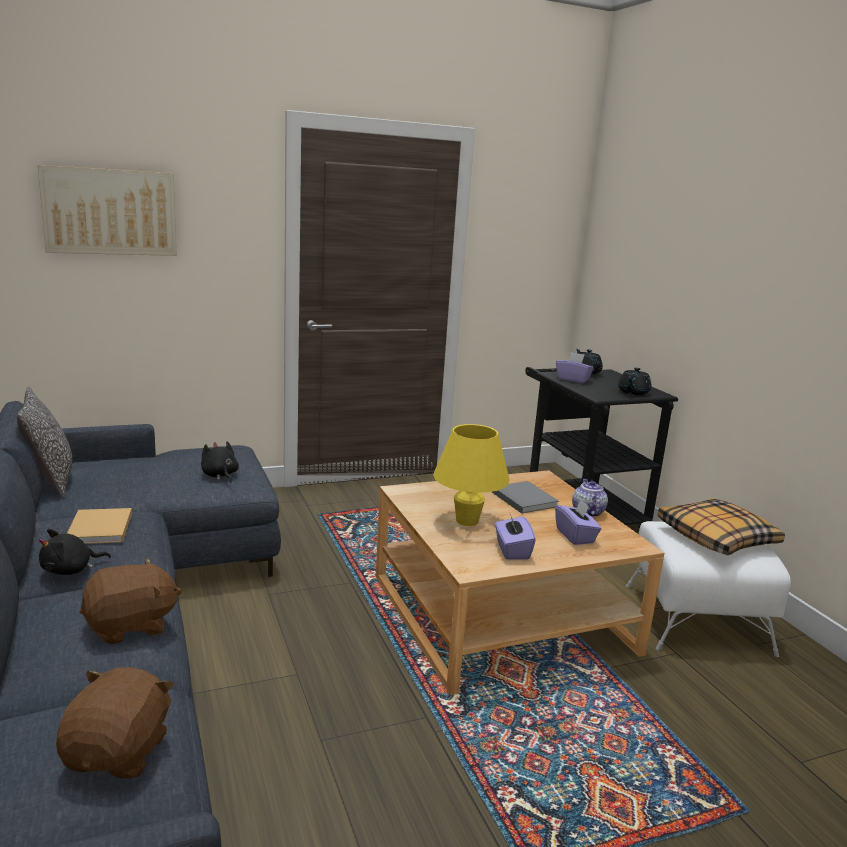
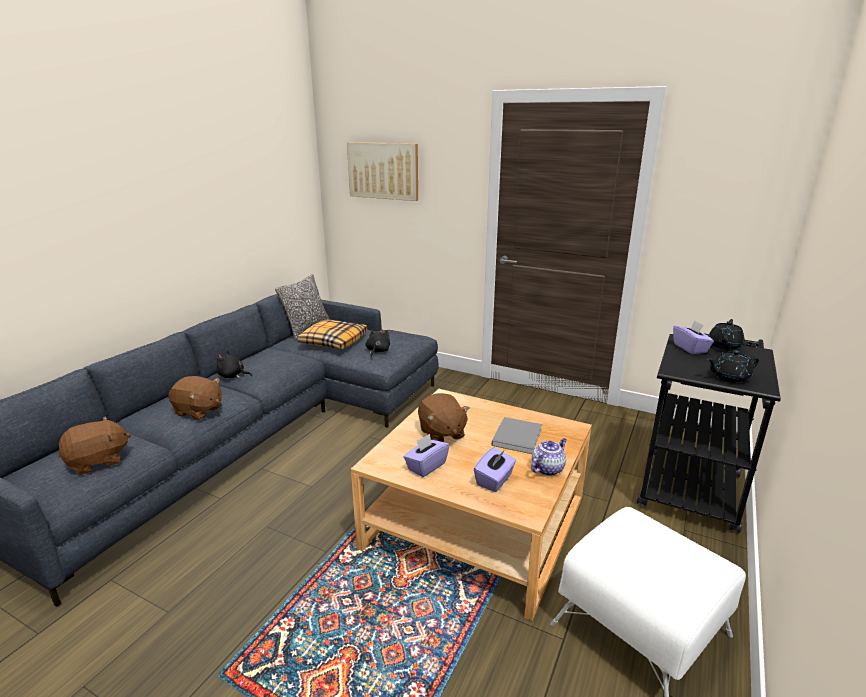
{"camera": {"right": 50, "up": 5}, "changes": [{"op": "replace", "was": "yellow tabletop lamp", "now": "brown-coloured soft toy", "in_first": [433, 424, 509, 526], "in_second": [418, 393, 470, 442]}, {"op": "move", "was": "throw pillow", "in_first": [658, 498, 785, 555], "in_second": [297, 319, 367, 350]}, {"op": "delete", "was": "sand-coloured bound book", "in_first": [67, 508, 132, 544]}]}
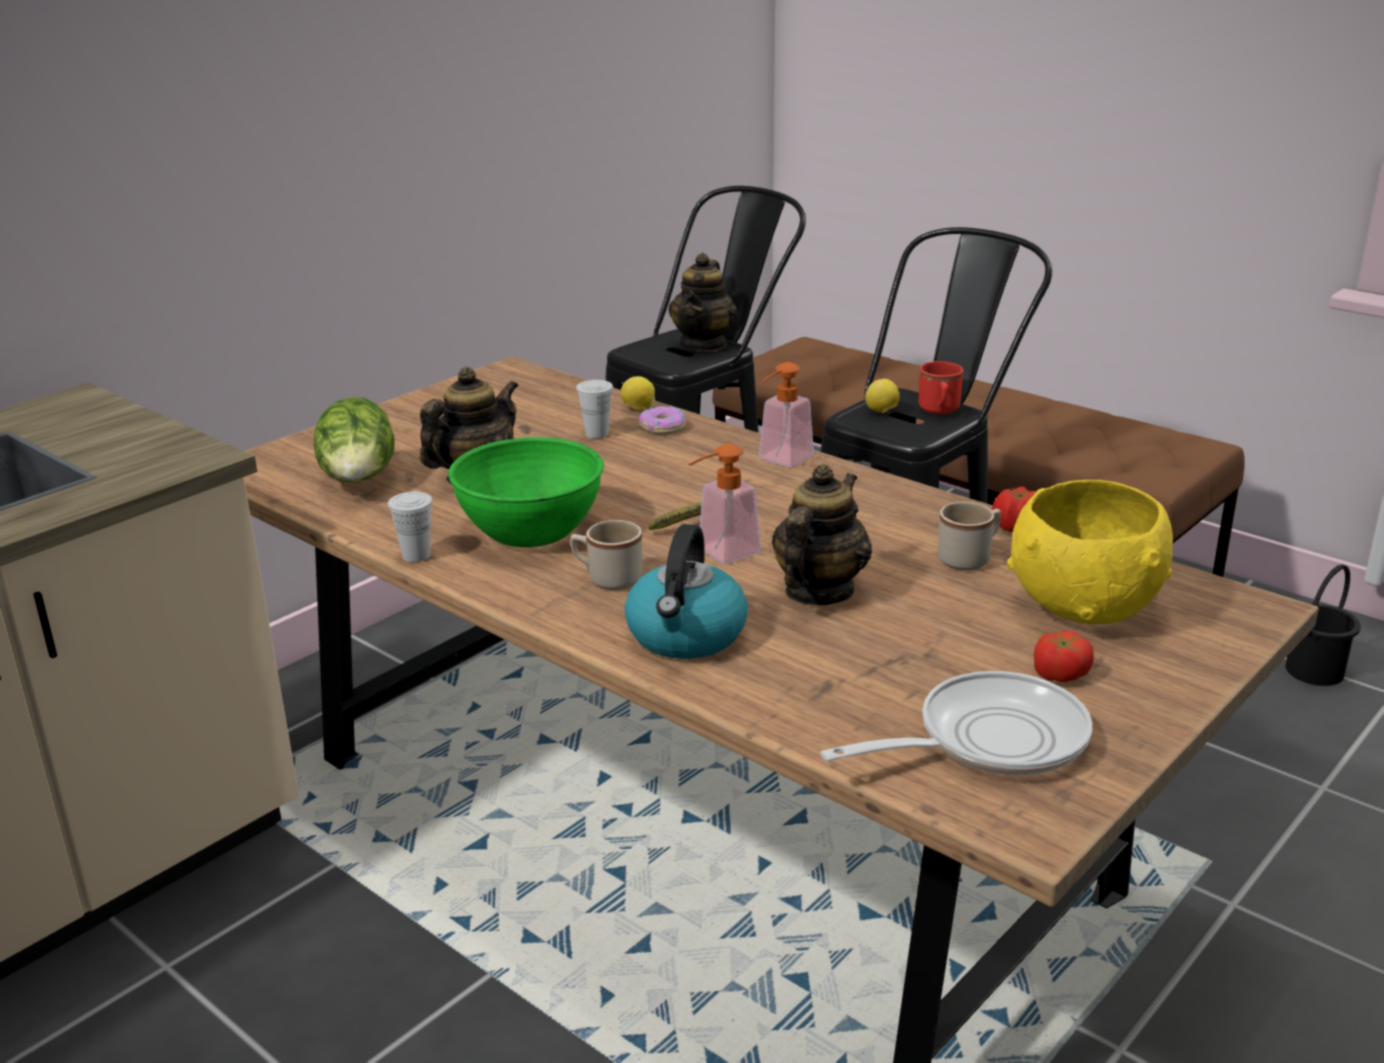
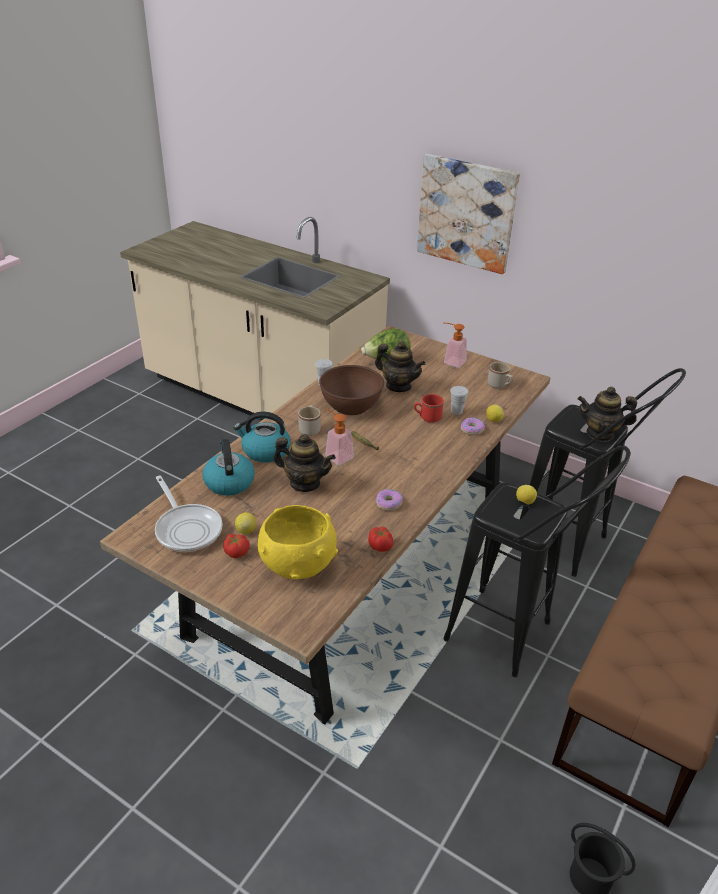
{"camera": {"right": 80, "up": 10}, "changes": [{"op": "move", "was": "red-coloured coffee mug", "in_first": [919, 361, 963, 414], "in_second": [414, 394, 444, 423]}, {"op": "move", "was": "soap bottle", "in_first": [759, 362, 814, 467], "in_second": [443, 322, 467, 368]}, {"op": "recolor", "was": "green-coloured bowl", "now": "brown-coloured bowl", "in_first": [448, 437, 604, 547], "in_second": [319, 365, 384, 415]}, {"op": "move", "was": "sand-coloured coffee mug", "in_first": [938, 502, 1001, 571], "in_second": [488, 362, 513, 389]}, {"op": "insert", "now": "picture", "in_second": [417, 154, 520, 274]}, {"op": "insert", "now": "water kettle", "in_second": [202, 439, 255, 496]}, {"op": "insert", "now": "donut", "in_second": [376, 489, 403, 511]}, {"op": "insert", "now": "whole lemon", "in_second": [235, 512, 257, 534]}]}
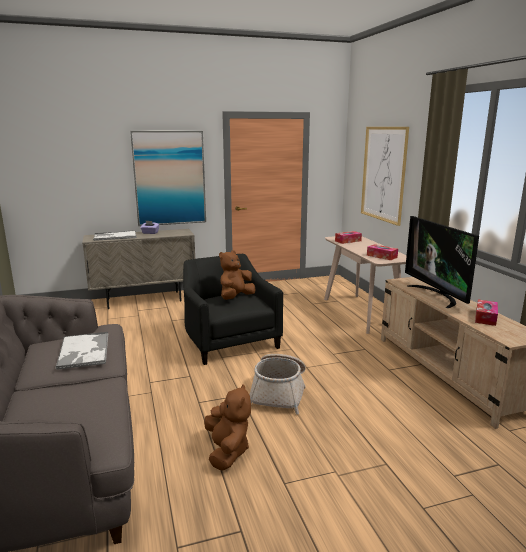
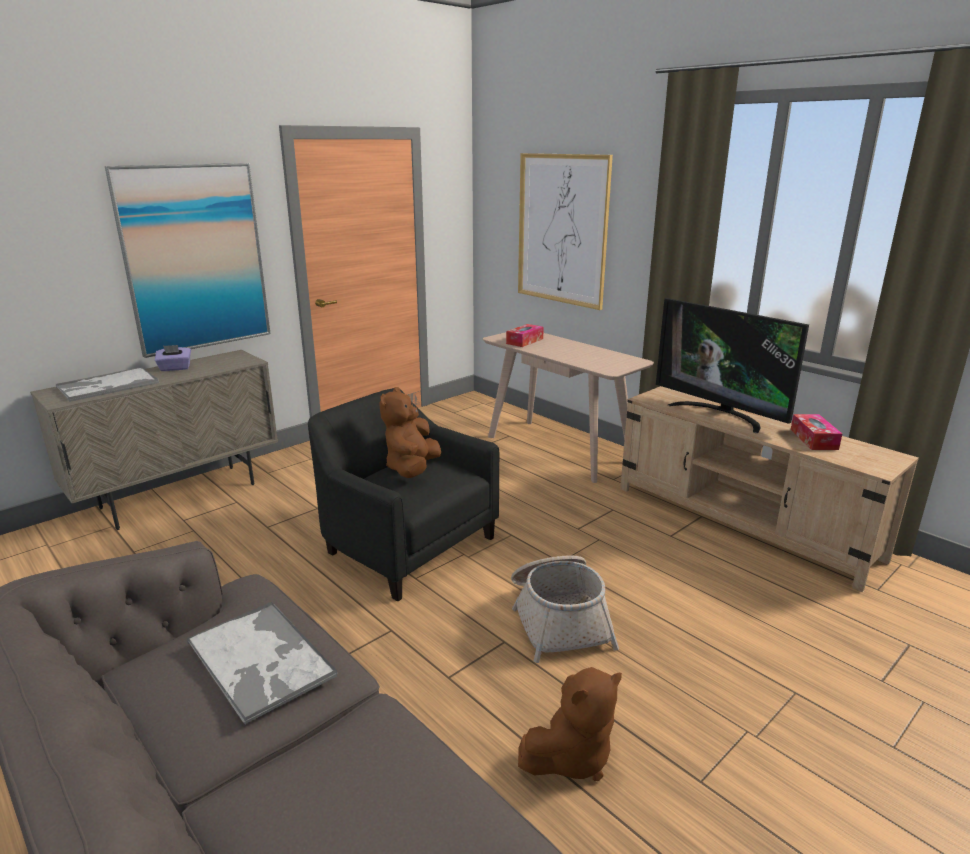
{"camera": {"right": -25, "up": 5}, "changes": [{"op": "delete", "was": "box of tissues", "in_first": [367, 244, 398, 260]}, {"op": "rotate", "was": "brown-coloured soft toy", "in_first": [204, 384, 251, 471], "in_second": [518, 667, 622, 781], "clockwise": 90}]}
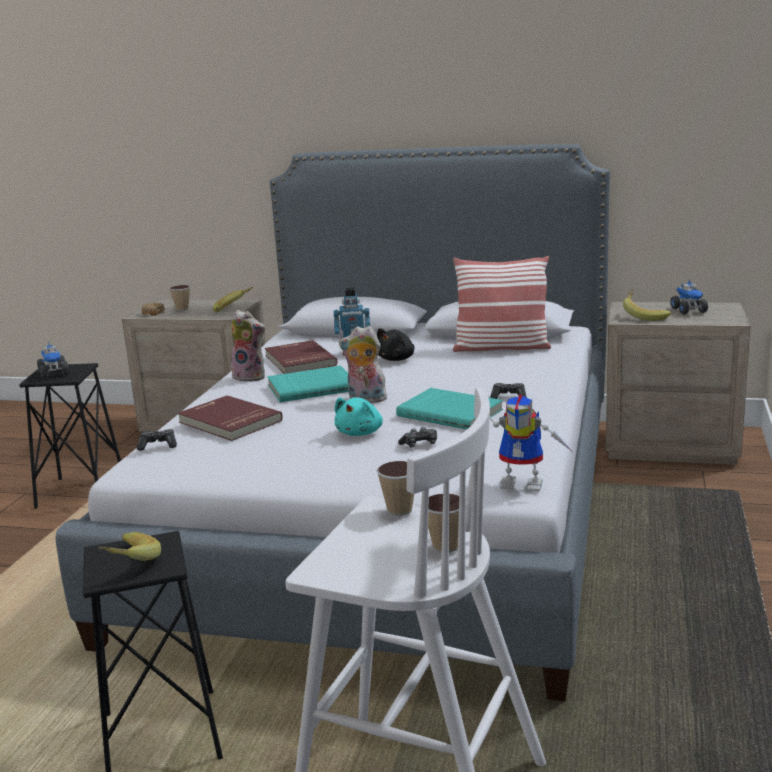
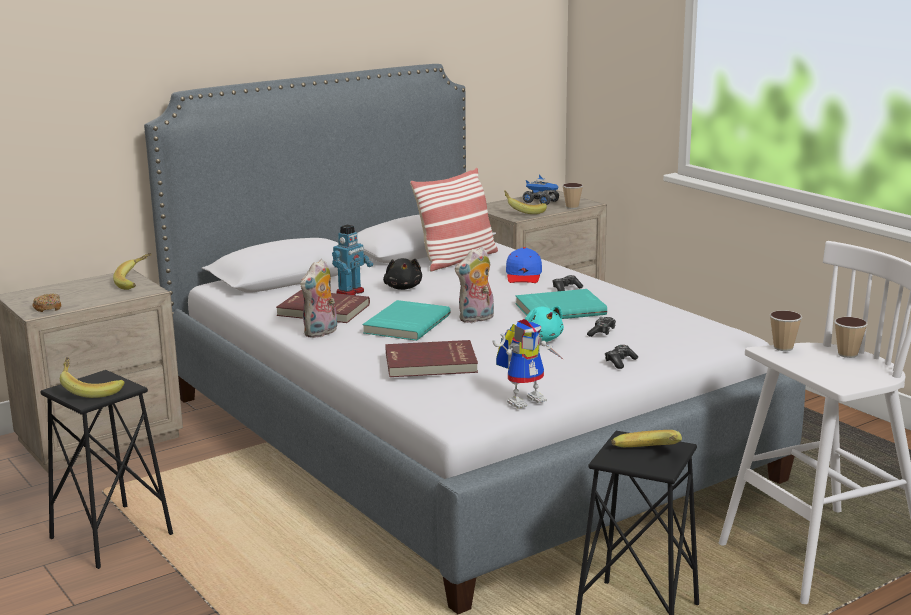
{"camera": {"right": -50, "up": 0}, "changes": [{"op": "move", "was": "cup", "in_first": [169, 285, 190, 311], "in_second": [562, 183, 583, 209]}, {"op": "rotate", "was": "soft toy", "in_first": [231, 310, 266, 382], "in_second": [300, 259, 337, 338], "clockwise": 150}, {"op": "replace", "was": "model truck", "now": "banana", "in_first": [37, 341, 69, 379], "in_second": [60, 357, 125, 398]}, {"op": "move", "was": "toy robot", "in_first": [490, 394, 574, 492], "in_second": [493, 319, 564, 409]}, {"op": "move", "was": "game controller", "in_first": [137, 429, 177, 451], "in_second": [605, 345, 638, 369]}, {"op": "insert", "now": "blue peaked cap", "in_second": [506, 247, 542, 283]}]}
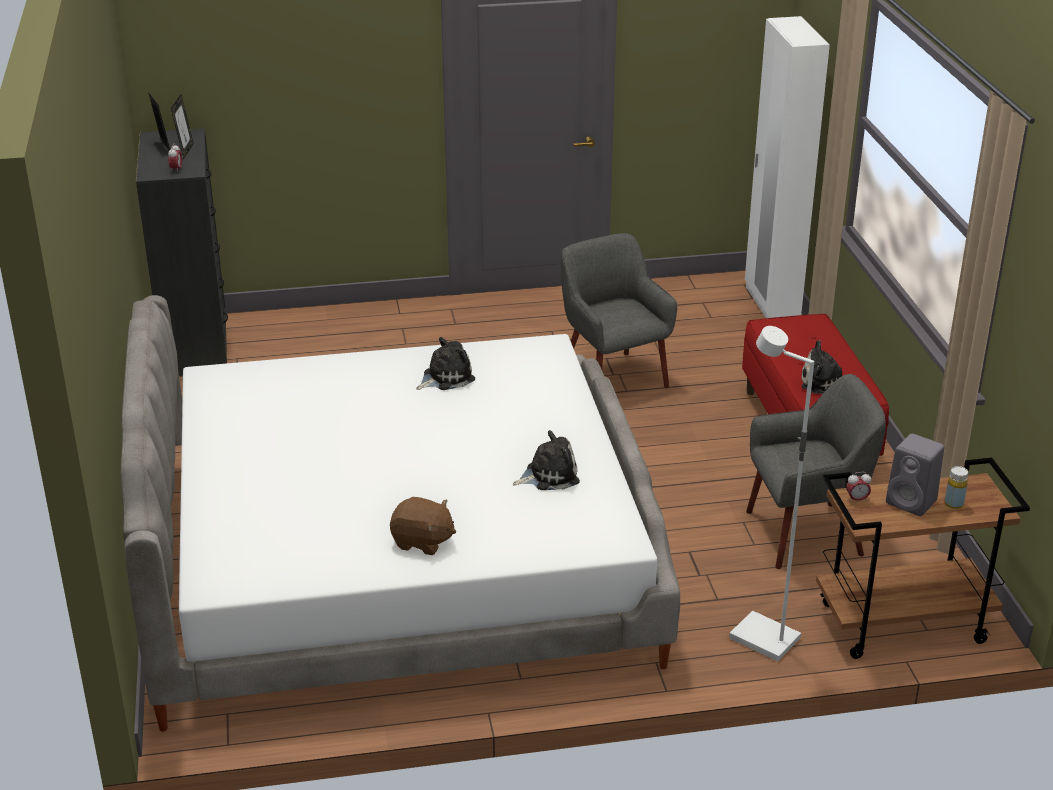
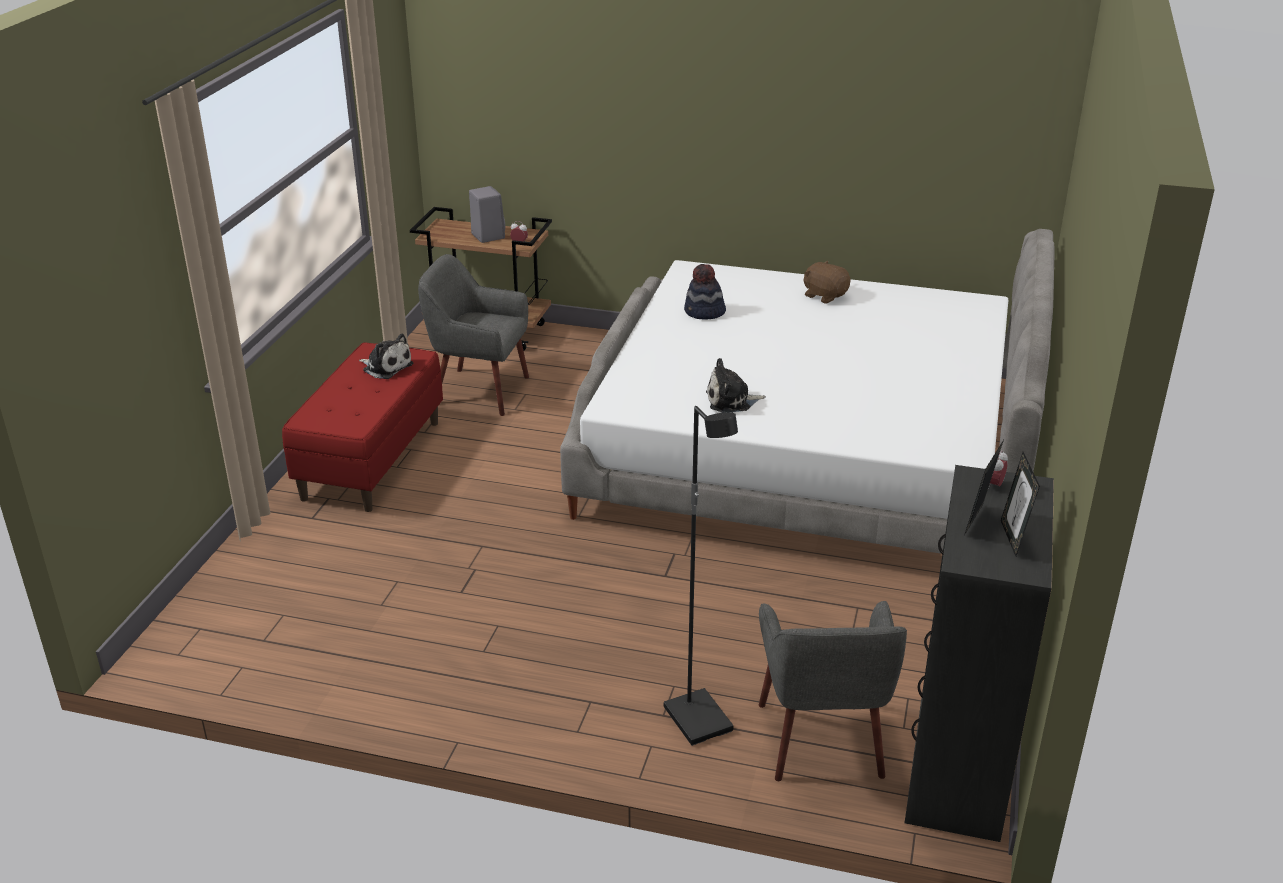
{"camera": {"right": -155, "up": 0}, "changes": [{"op": "delete", "was": "white-coloured clothes cupboard", "in_first": [745, 16, 830, 318]}, {"op": "move", "was": "grey armchair", "in_first": [561, 233, 677, 388], "in_second": [759, 601, 907, 781]}, {"op": "delete", "was": "white-coloured standard lamp", "in_first": [729, 326, 814, 661]}, {"op": "replace", "was": "soft toy", "now": "clothing hat", "in_first": [513, 430, 580, 490], "in_second": [684, 264, 726, 320]}, {"op": "delete", "was": "yellow beverage bottle", "in_first": [945, 466, 968, 509]}, {"op": "insert", "now": "black-coloured standard lamp", "in_second": [664, 406, 738, 746]}]}
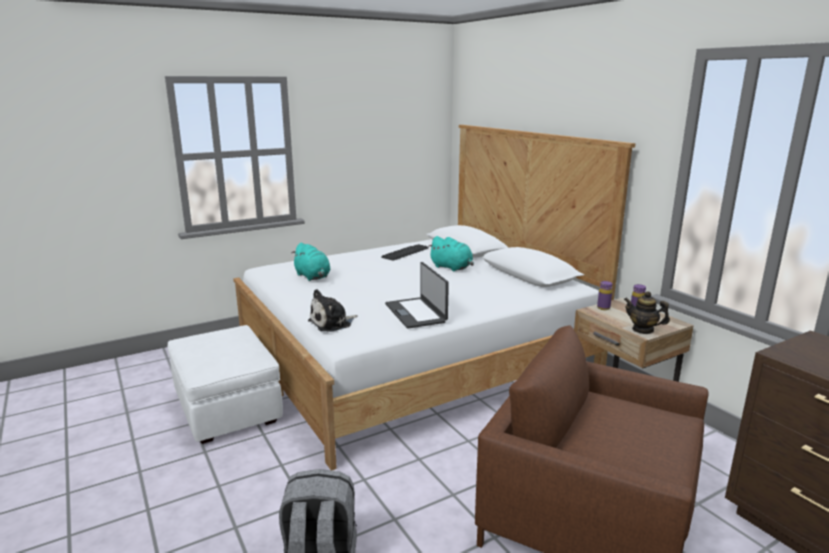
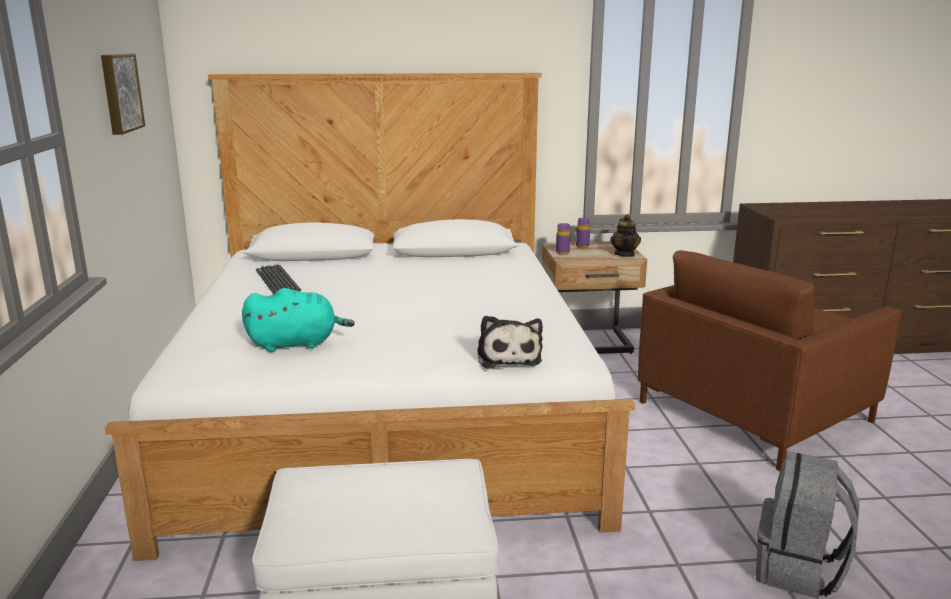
{"camera": {"right": -65, "up": 0}, "changes": [{"op": "delete", "was": "blue-green soft toy", "in_first": [428, 236, 474, 272]}, {"op": "delete", "was": "laptop", "in_first": [385, 262, 449, 329]}, {"op": "rotate", "was": "teapot", "in_first": [624, 291, 670, 334], "in_second": [610, 214, 641, 257], "clockwise": -60}, {"op": "insert", "now": "picture", "in_second": [101, 54, 145, 135]}]}
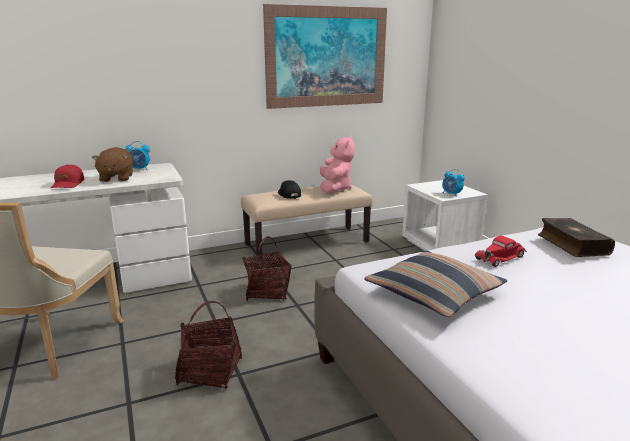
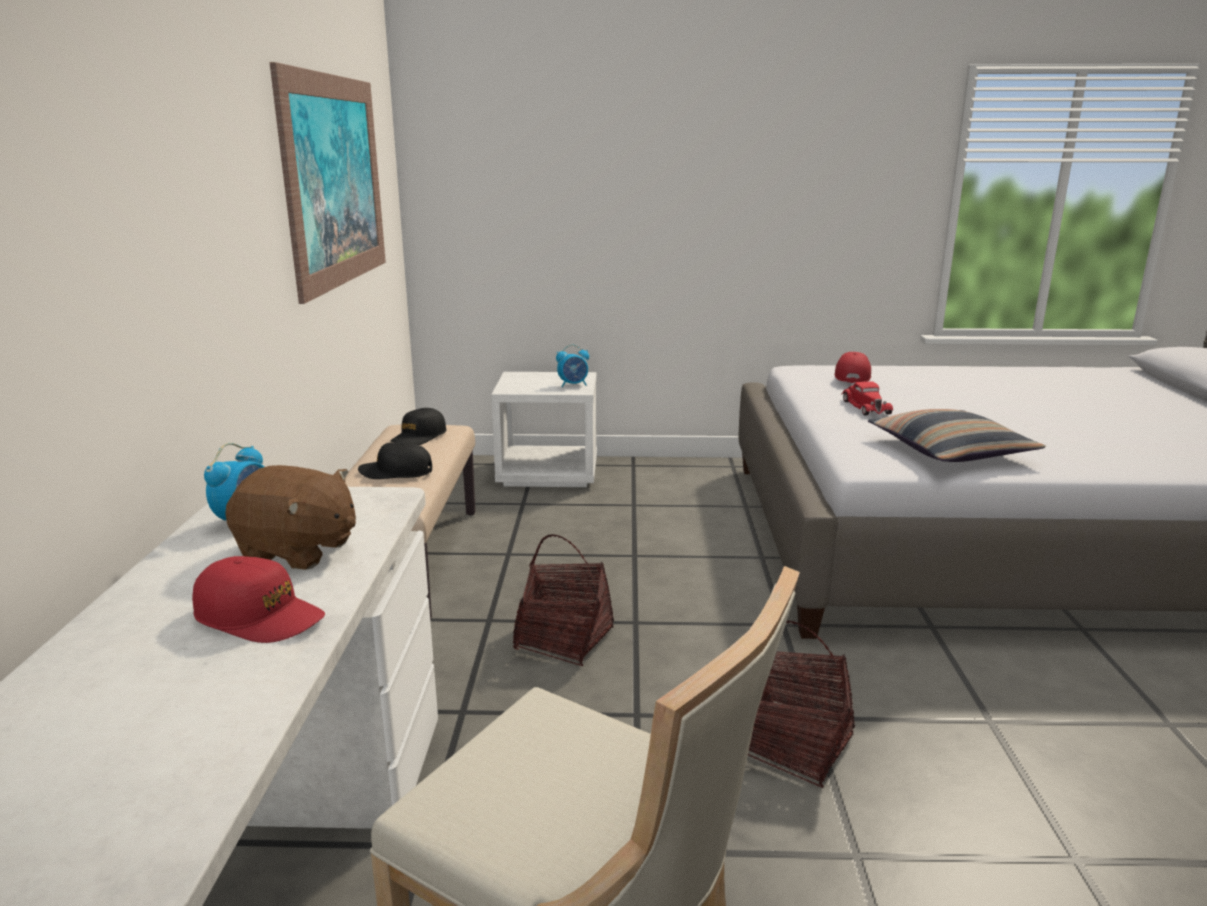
{"camera": {"right": -65, "up": 0}, "changes": [{"op": "replace", "was": "pink soft toy", "now": "black-coloured peaked cap", "in_first": [320, 136, 354, 193], "in_second": [390, 408, 447, 445]}, {"op": "replace", "was": "bound book", "now": "red-coloured peaked cap", "in_first": [538, 218, 615, 257], "in_second": [834, 352, 871, 383]}]}
